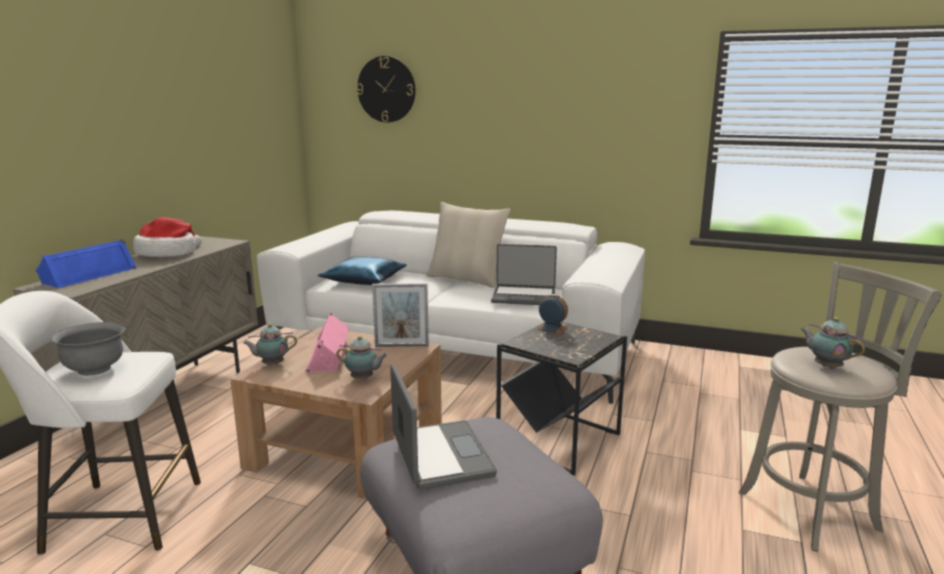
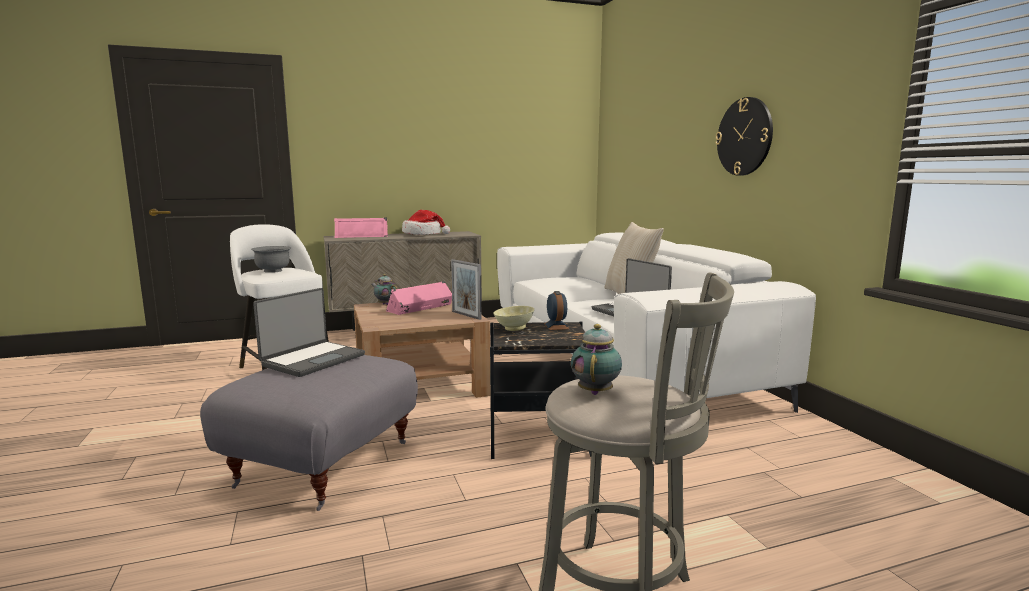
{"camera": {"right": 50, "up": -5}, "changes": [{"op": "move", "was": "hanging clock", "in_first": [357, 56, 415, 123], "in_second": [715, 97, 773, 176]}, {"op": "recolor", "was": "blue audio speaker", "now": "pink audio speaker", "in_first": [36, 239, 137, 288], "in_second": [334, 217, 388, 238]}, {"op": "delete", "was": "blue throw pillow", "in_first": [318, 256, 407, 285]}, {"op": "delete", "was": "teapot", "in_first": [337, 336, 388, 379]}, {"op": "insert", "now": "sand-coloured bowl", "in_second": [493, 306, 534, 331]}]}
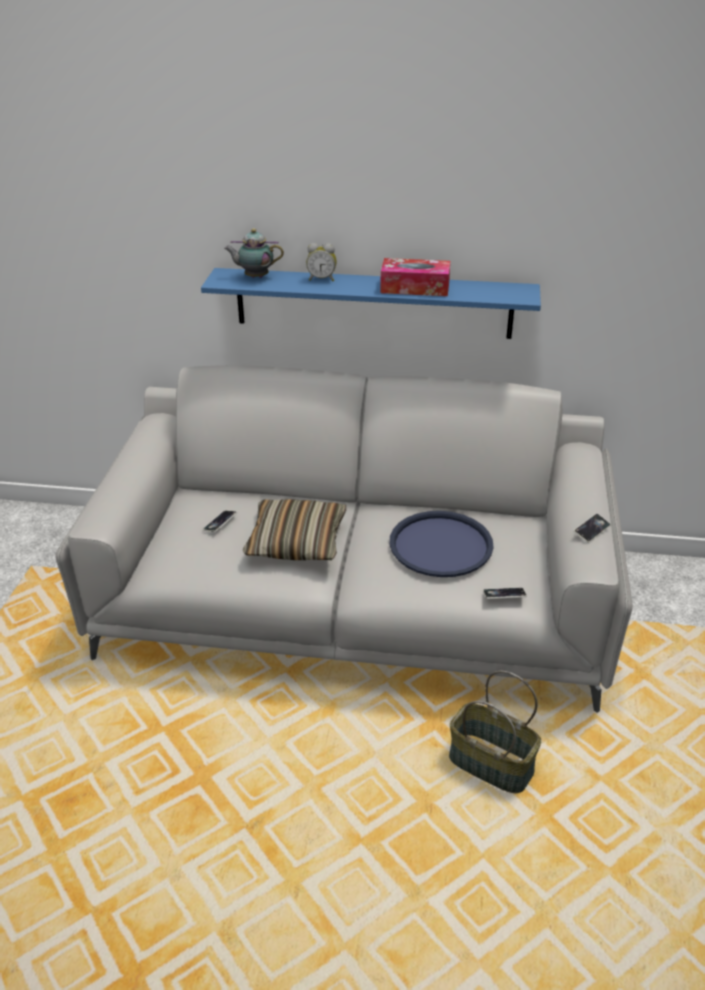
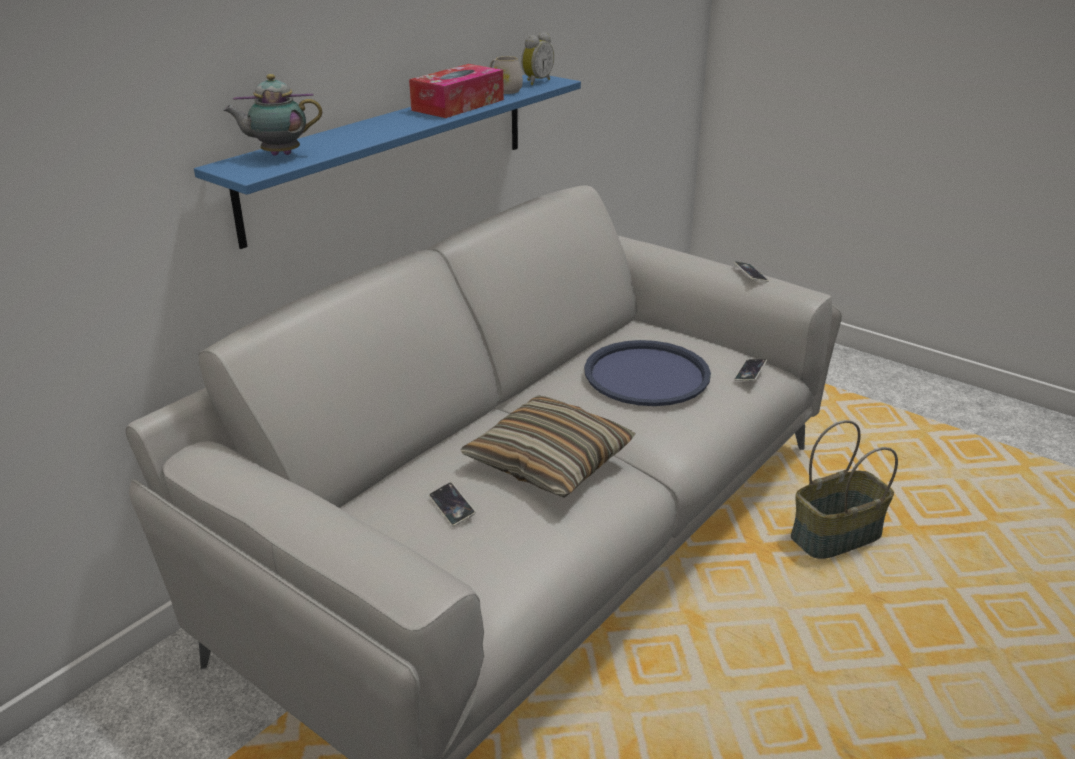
{"camera": {"right": -60, "up": -5}, "changes": [{"op": "rotate", "was": "teapot", "in_first": [224, 229, 284, 278], "in_second": [223, 74, 322, 156], "clockwise": 45}, {"op": "move", "was": "bedside clock", "in_first": [306, 243, 337, 281], "in_second": [521, 32, 554, 85]}, {"op": "insert", "now": "white-coloured coffee mug", "in_second": [490, 56, 523, 94]}]}
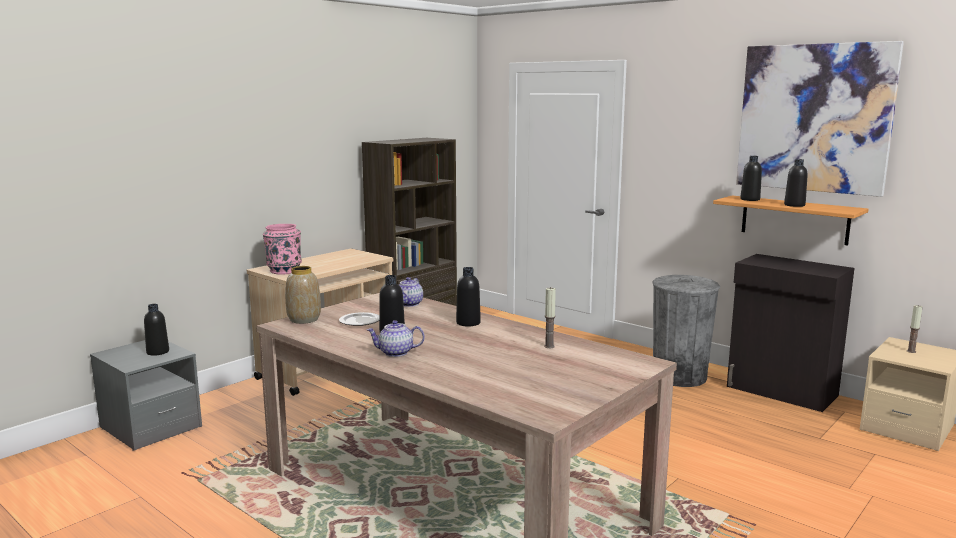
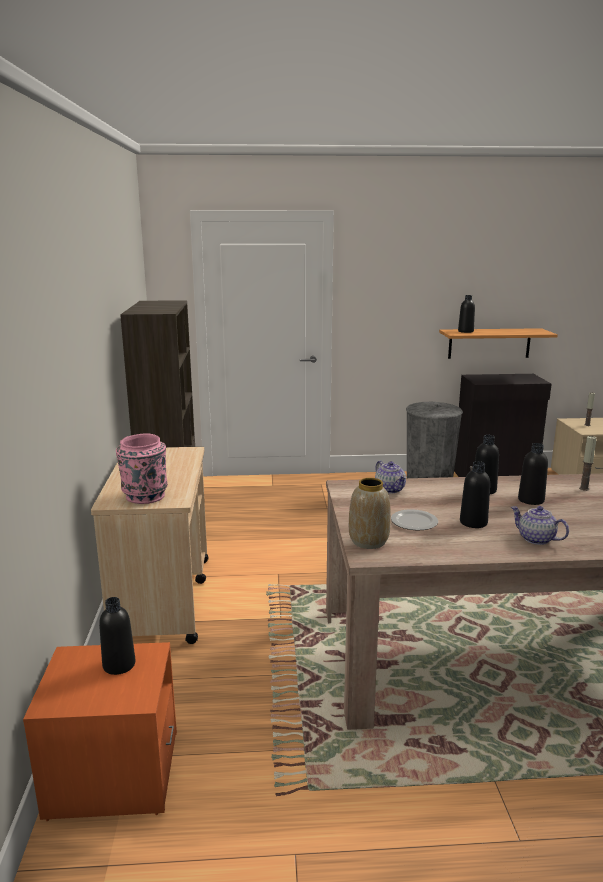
{"camera": {"right": -45, "up": 5}, "changes": [{"op": "delete", "was": "picture", "in_first": [736, 41, 904, 197]}, {"op": "move", "was": "black-coloured beverage bottle", "in_first": [784, 159, 808, 207], "in_second": [518, 443, 548, 505]}, {"op": "rotate", "was": "teapot", "in_first": [367, 320, 425, 357], "in_second": [511, 506, 569, 545], "clockwise": 90}, {"op": "recolor", "was": "grey night table", "now": "orange night table", "in_first": [90, 340, 202, 451], "in_second": [23, 642, 177, 821]}]}
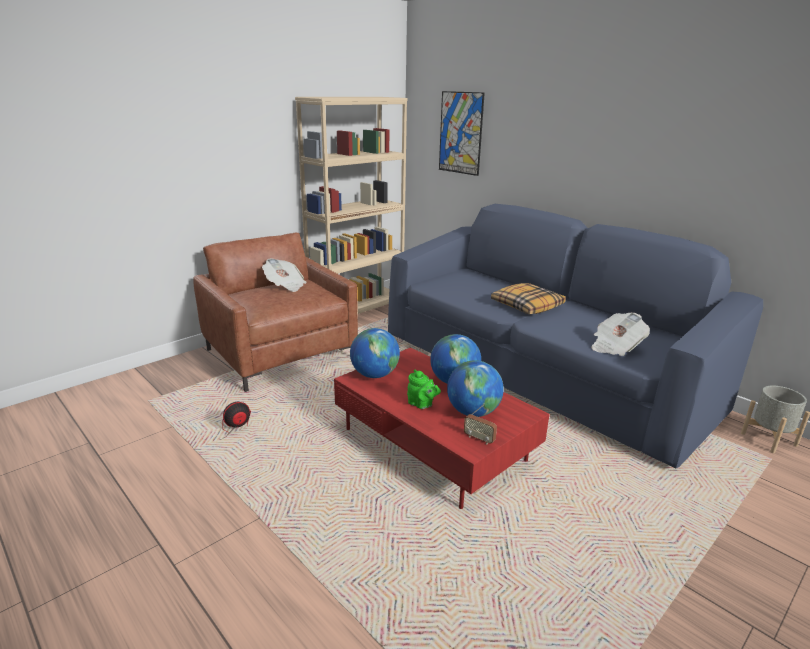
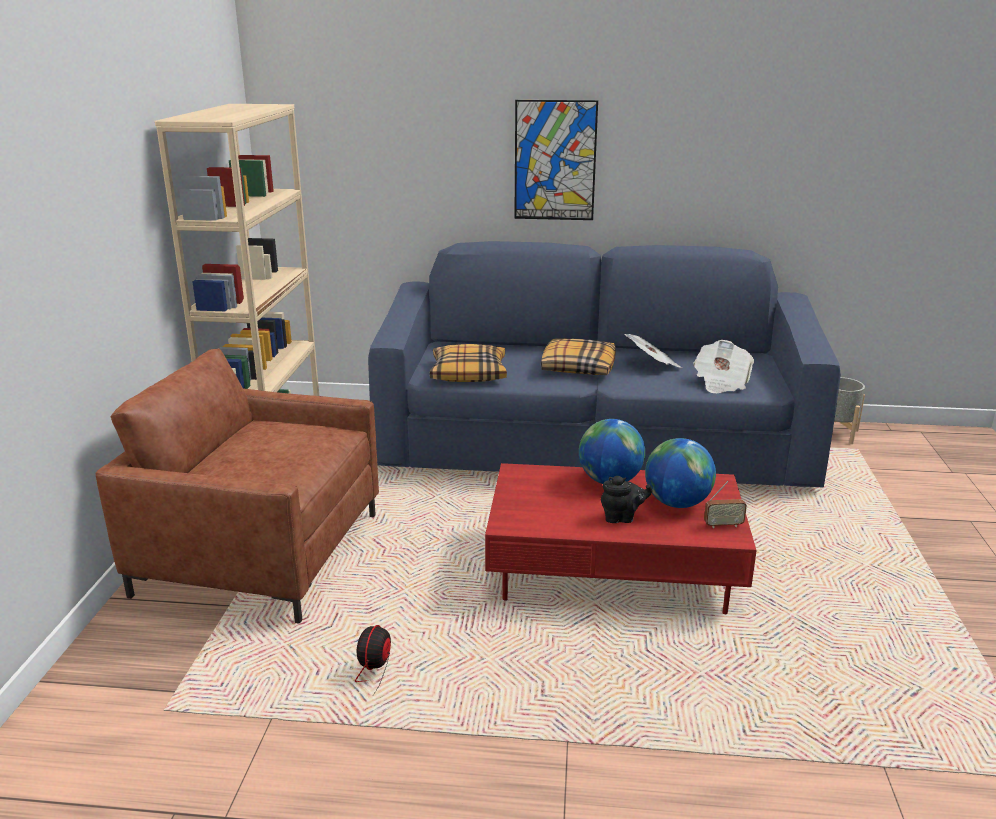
{"camera": {"right": -40, "up": 0}, "changes": [{"op": "move", "was": "picture", "in_first": [439, 91, 485, 176], "in_second": [514, 100, 598, 220]}, {"op": "move", "was": "newspaper", "in_first": [262, 258, 306, 292], "in_second": [624, 334, 682, 368]}, {"op": "delete", "was": "world globe", "in_first": [350, 328, 400, 378]}, {"op": "recolor", "was": "green-coloured teapot", "now": "black-coloured teapot", "in_first": [407, 370, 441, 409], "in_second": [601, 476, 652, 523]}, {"op": "insert", "now": "throw pillow", "in_second": [430, 344, 507, 382]}]}
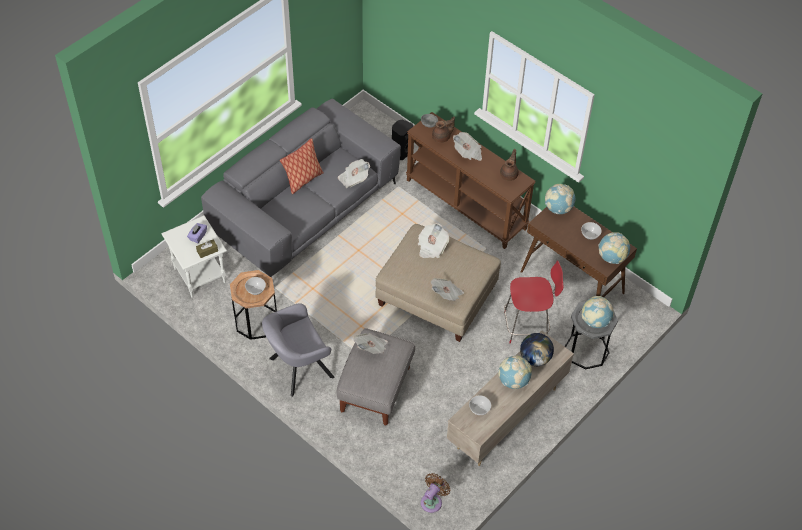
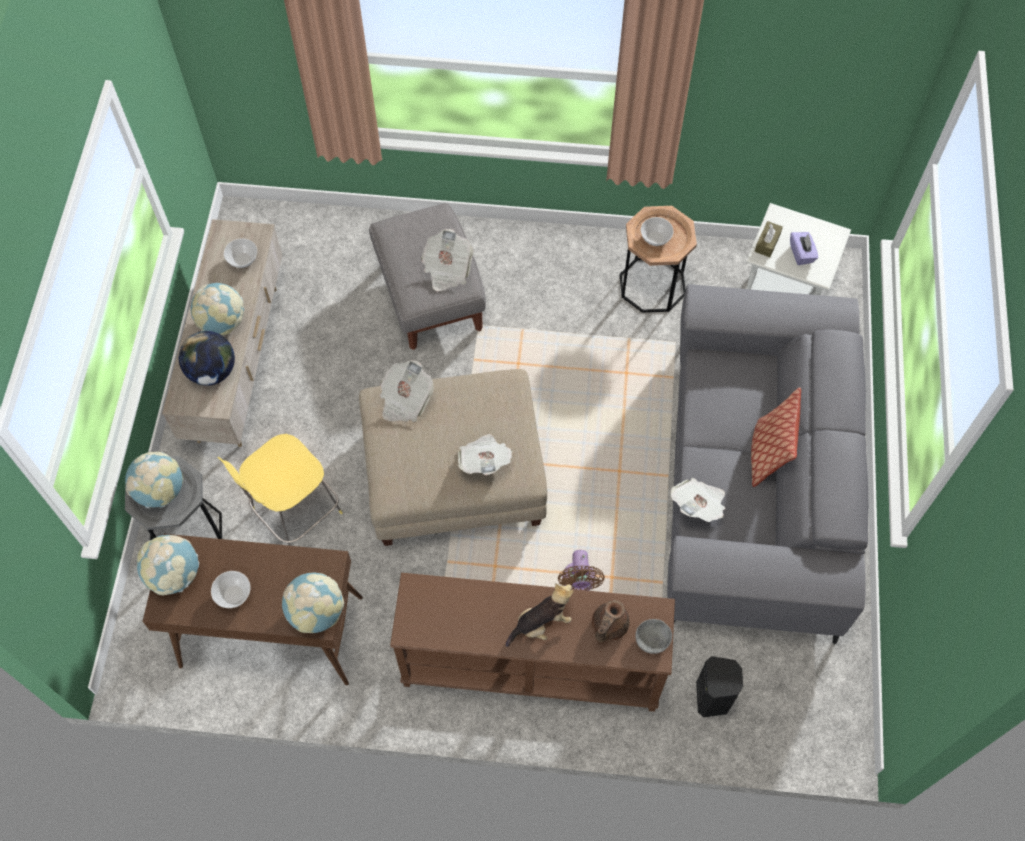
{"camera": {"right": 145, "up": 10}, "changes": [{"op": "replace", "was": "newspaper", "now": "soft toy", "in_first": [453, 132, 482, 161], "in_second": [506, 583, 573, 647]}, {"op": "delete", "was": "brown-coloured teapot", "in_first": [500, 149, 519, 181]}, {"op": "recolor", "was": "red-coloured stool", "now": "yellow stool", "in_first": [504, 260, 563, 343], "in_second": [217, 434, 343, 546]}, {"op": "delete", "was": "grey armchair", "in_first": [262, 303, 335, 397]}, {"op": "move", "was": "brown-coloured fan", "in_first": [421, 473, 450, 513], "in_second": [558, 550, 604, 591]}]}
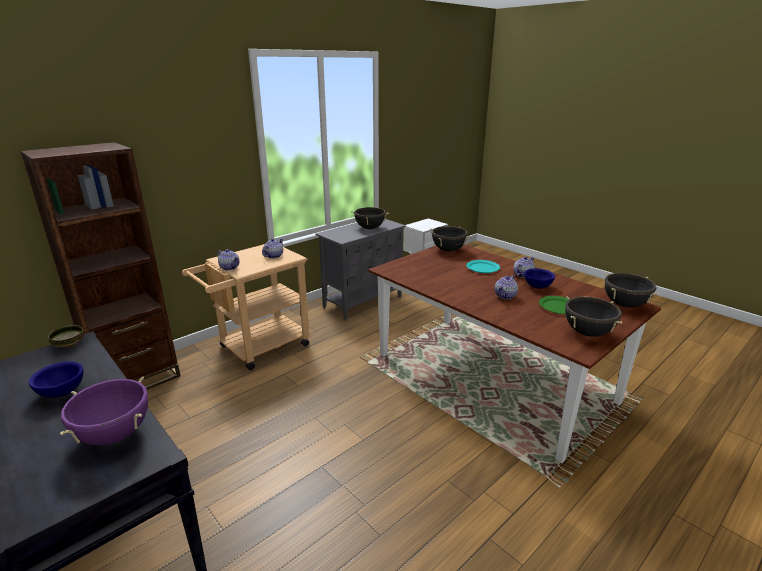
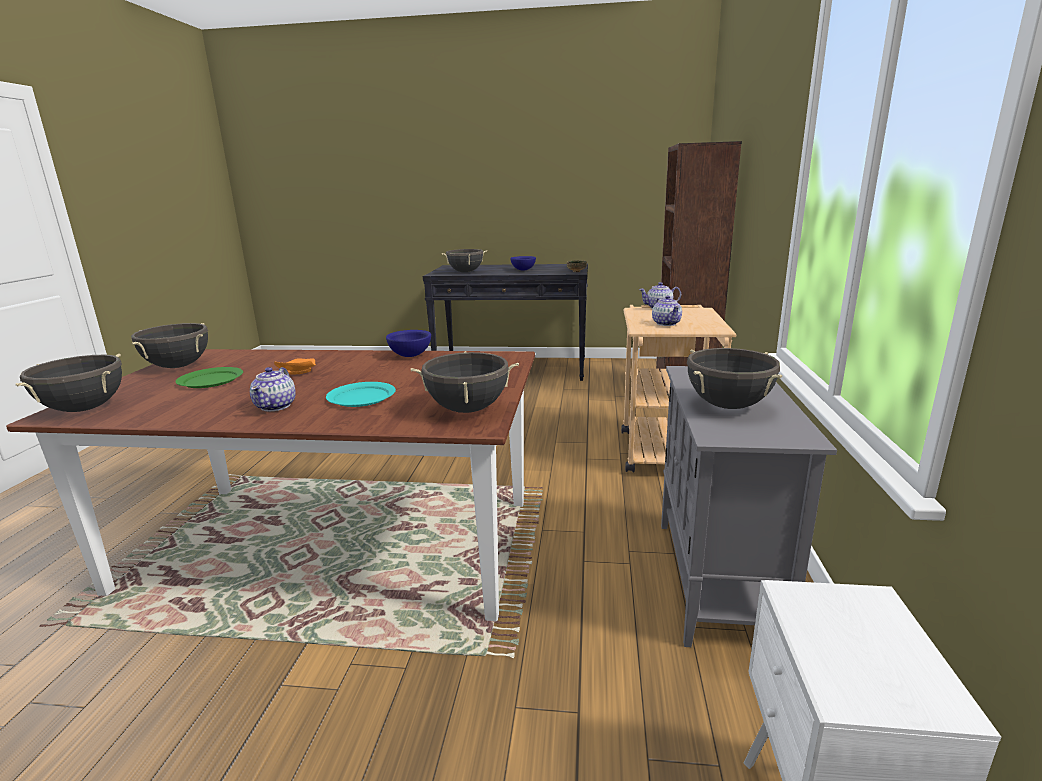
{"camera": {"right": 140, "up": -5}, "changes": [{"op": "move", "was": "blue bowl", "in_first": [524, 268, 555, 289], "in_second": [386, 330, 431, 357]}, {"op": "replace", "was": "teapot", "now": "orange plate", "in_first": [495, 275, 518, 299], "in_second": [274, 358, 316, 375]}, {"op": "recolor", "was": "purplish cooking pot", "now": "black-coloured cooking pot", "in_first": [60, 376, 148, 445], "in_second": [442, 249, 487, 273]}]}
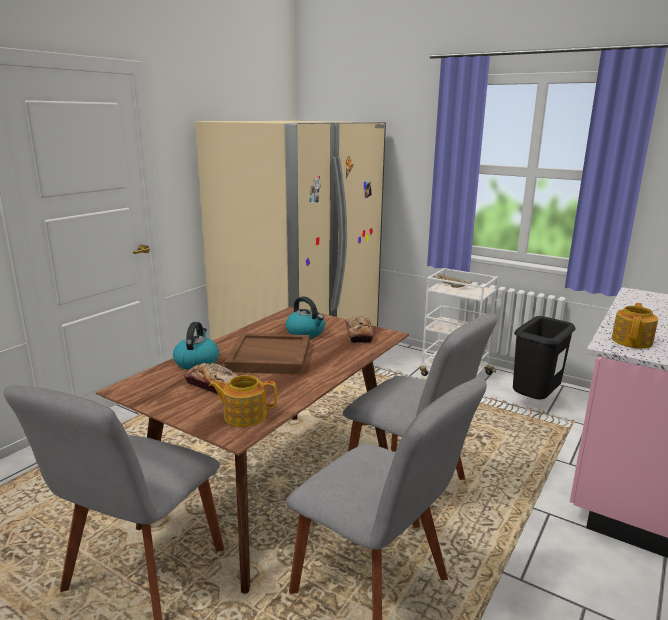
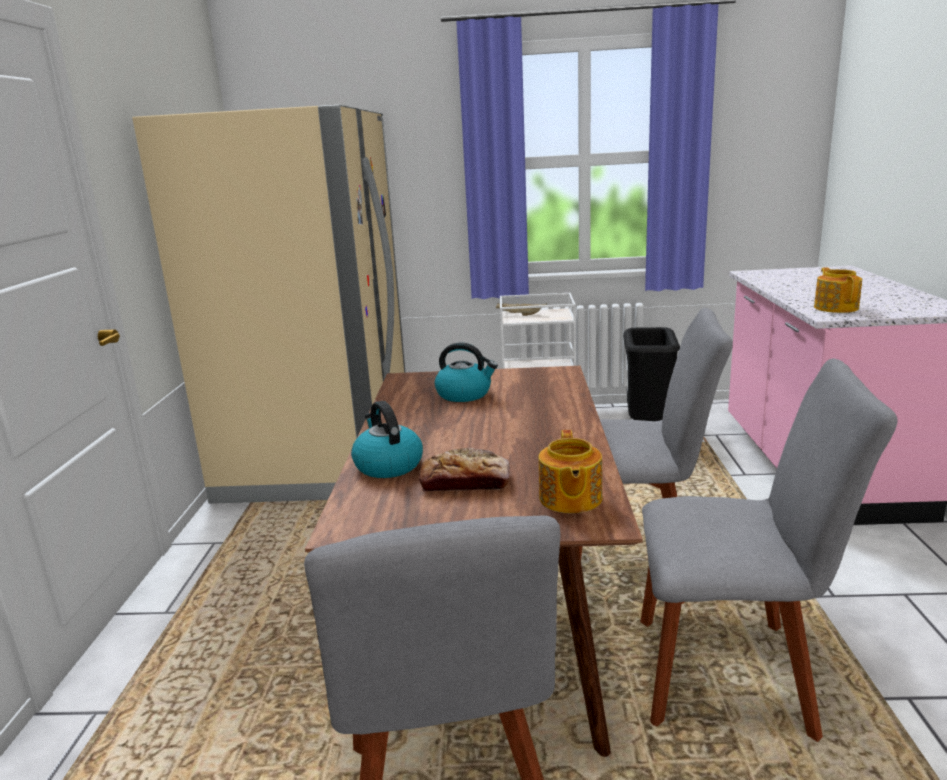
{"camera": {"right": -30, "up": 0}, "changes": [{"op": "delete", "was": "bread", "in_first": [346, 315, 374, 343]}, {"op": "delete", "was": "brown-coloured carrying tray", "in_first": [224, 333, 310, 375]}, {"op": "rotate", "was": "teapot", "in_first": [209, 375, 277, 427], "in_second": [539, 430, 602, 513], "clockwise": -60}]}
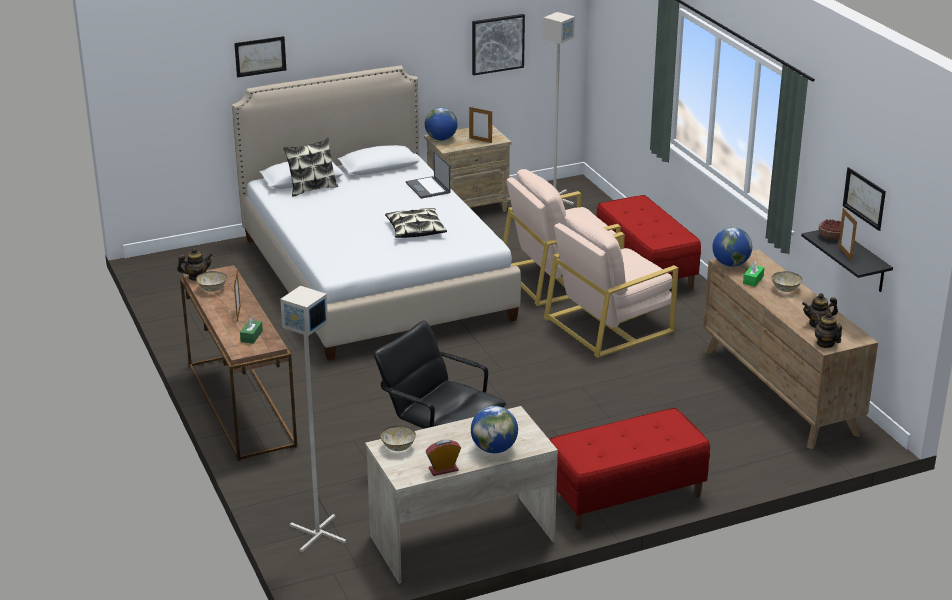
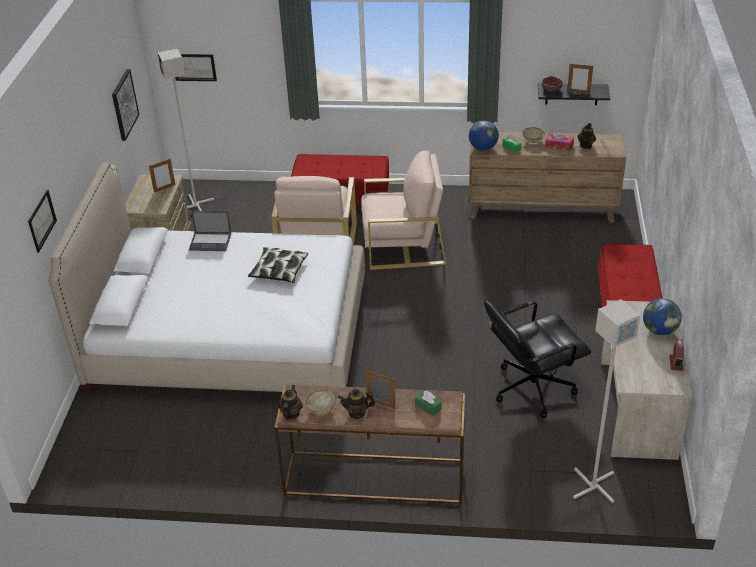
{"camera": {"right": -60, "up": 10}, "changes": [{"op": "delete", "was": "world globe", "in_first": [425, 107, 458, 140]}, {"op": "delete", "was": "throw pillow", "in_first": [283, 138, 338, 197]}, {"op": "move", "was": "picture", "in_first": [843, 167, 886, 231], "in_second": [175, 54, 217, 81]}, {"op": "rotate", "was": "sand-coloured armchair", "in_first": [544, 214, 678, 358], "in_second": [361, 151, 447, 270], "clockwise": -90}, {"op": "move", "was": "teapot", "in_first": [815, 313, 842, 348], "in_second": [338, 389, 375, 419]}, {"op": "delete", "was": "bowl", "in_first": [380, 426, 416, 451]}, {"op": "insert", "now": "box of tissues", "in_second": [545, 133, 574, 151]}]}
